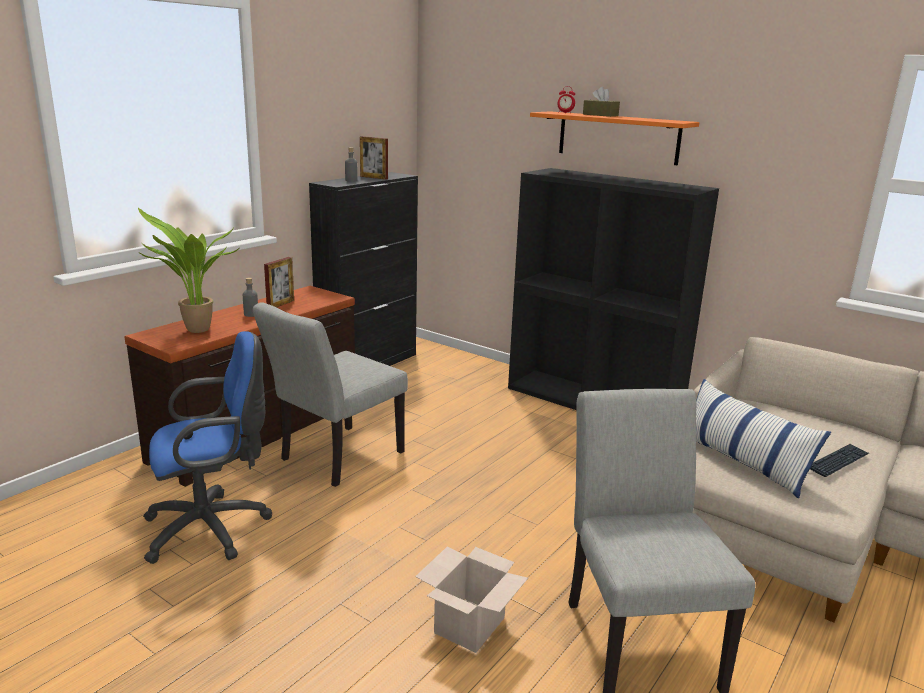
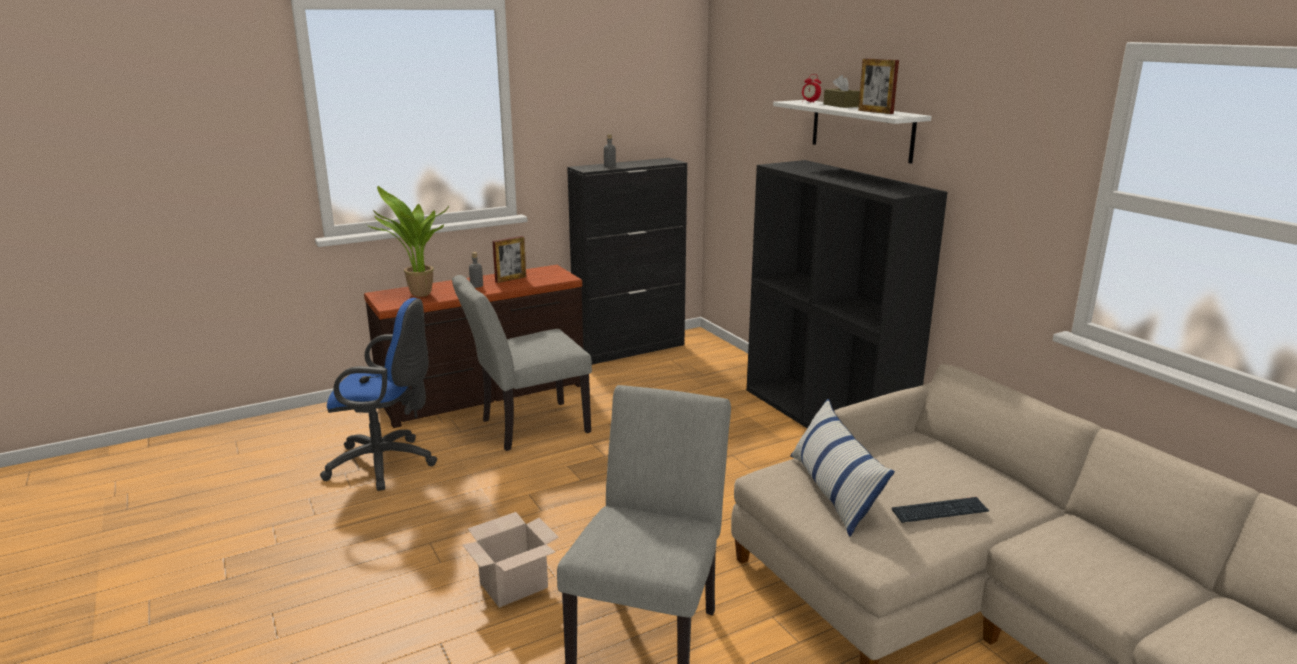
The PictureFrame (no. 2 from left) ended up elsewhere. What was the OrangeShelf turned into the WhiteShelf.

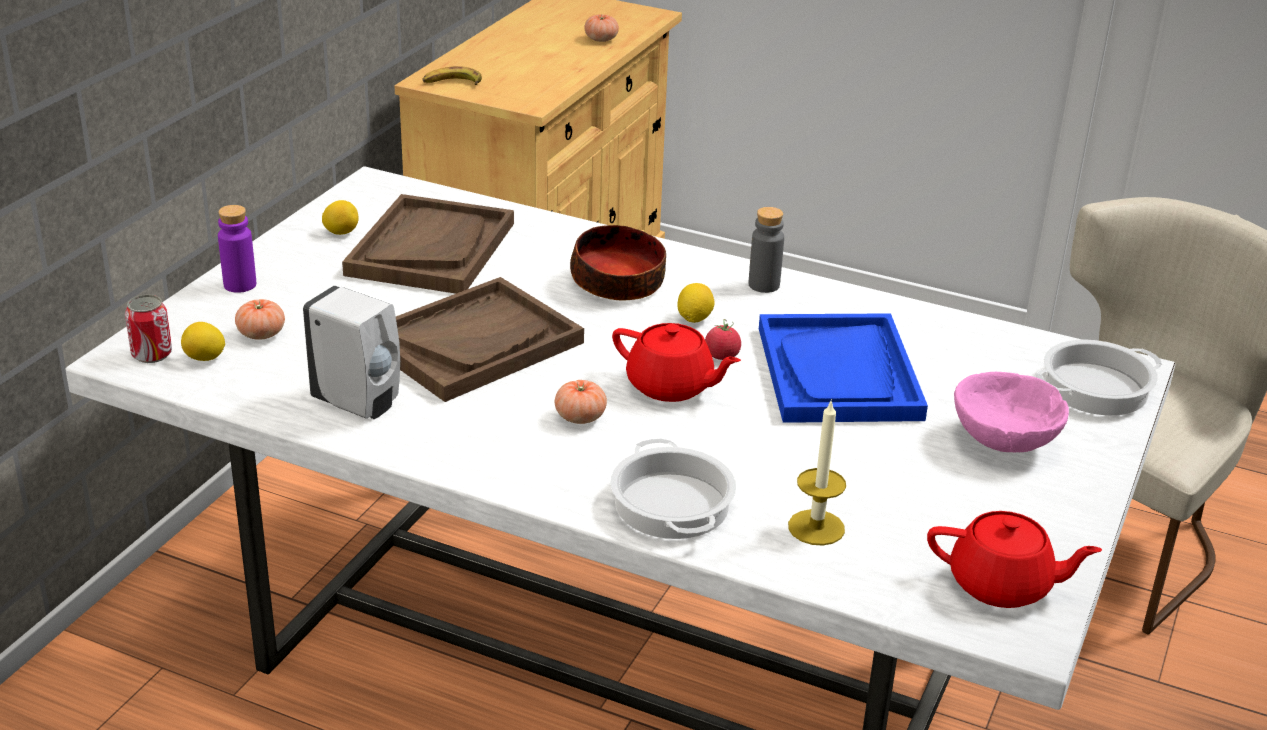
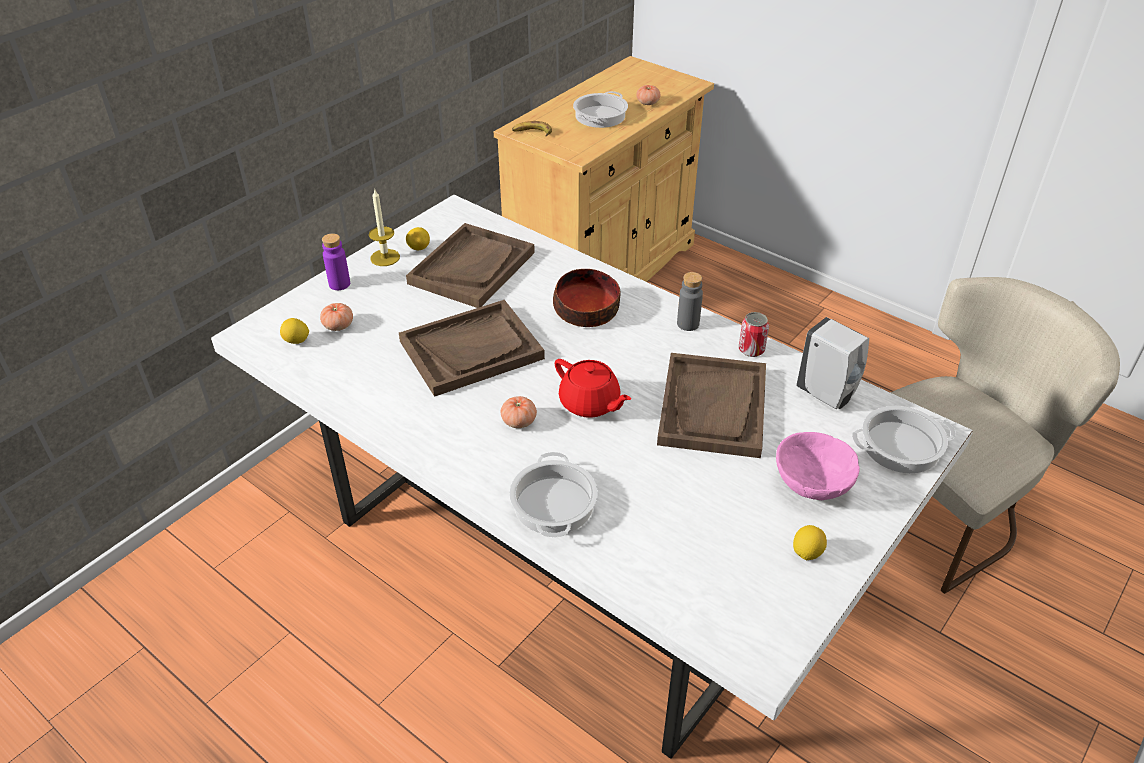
The second view lost the Tomato (no. 4 from left). The second view lost the RedTeapot (no. 2 from left). The second view gained the CookingPot (no. 2 from left). The Can ended up elsewhere. The WhiteSoapDispenser ended up elsewhere. The Lemon (no. 3 from left) ended up elsewhere. The Candle ended up elsewhere. What was the BlueTray turned into the BrownTray (no. 3 from left).

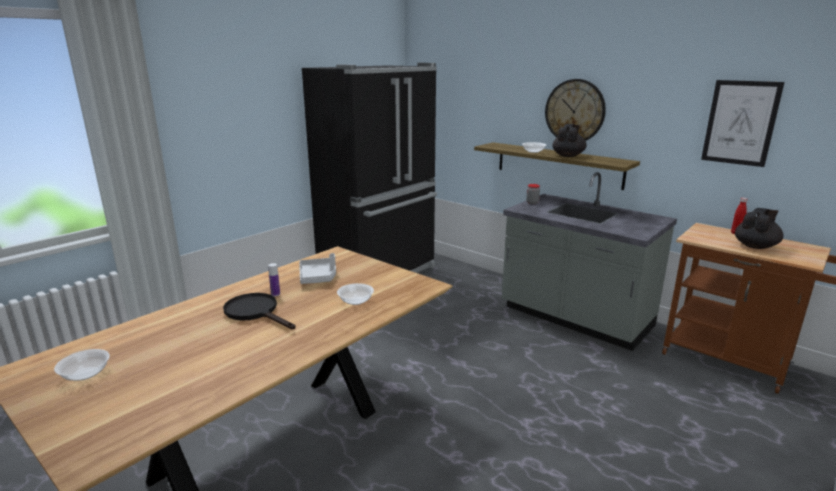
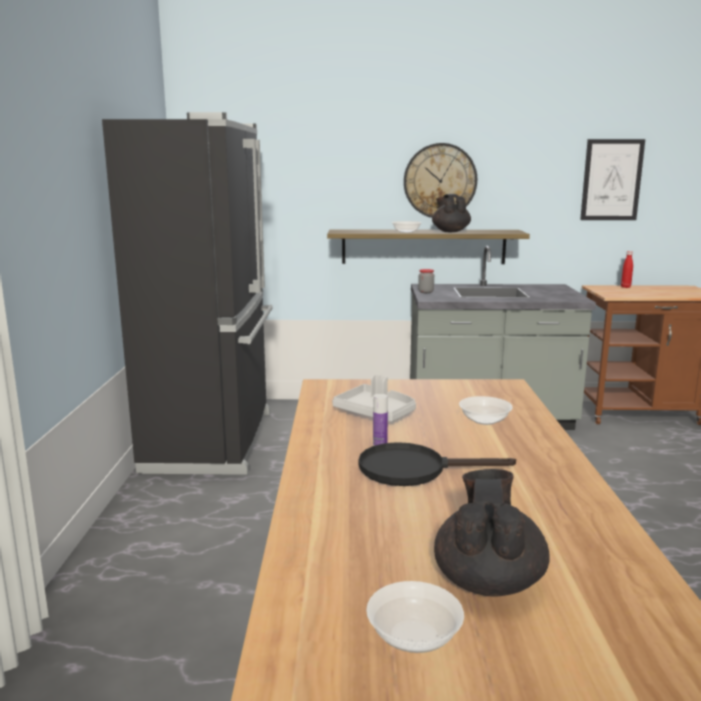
The BlackTeapot (no. 2 from left) ended up elsewhere.

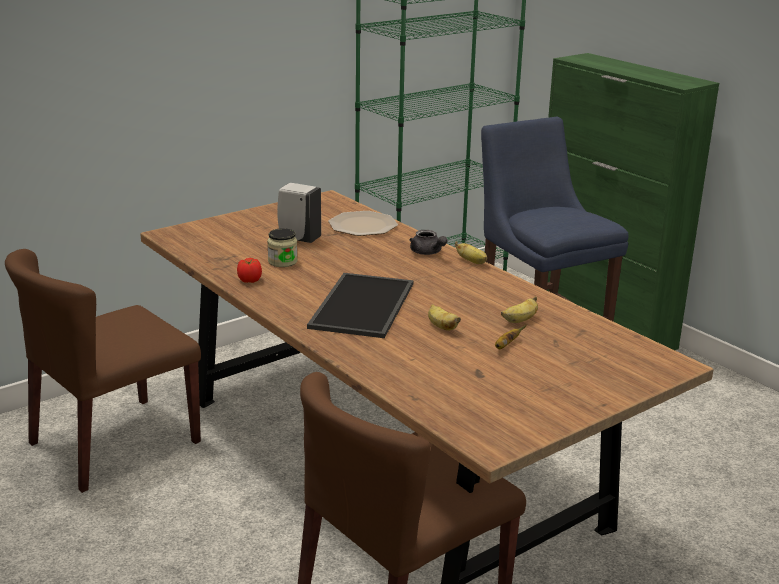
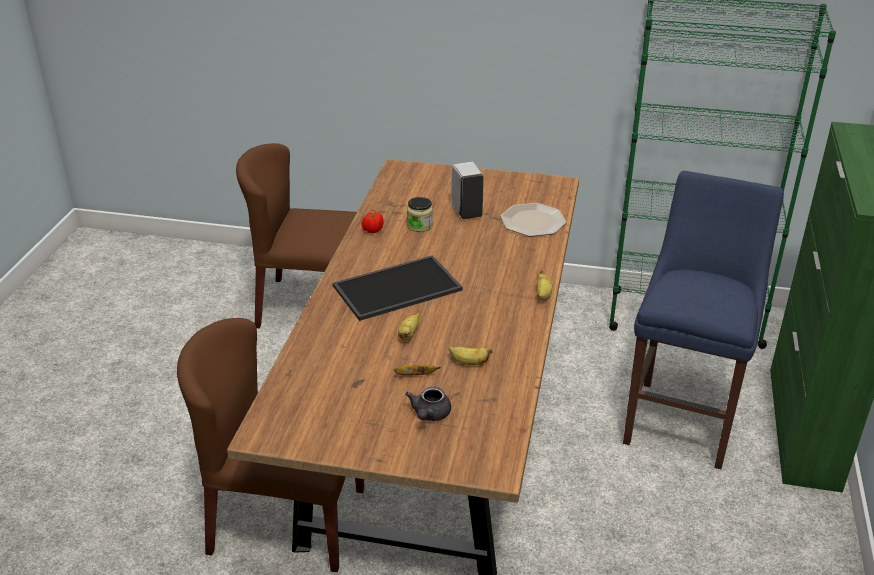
The GreyTeapot ended up elsewhere.

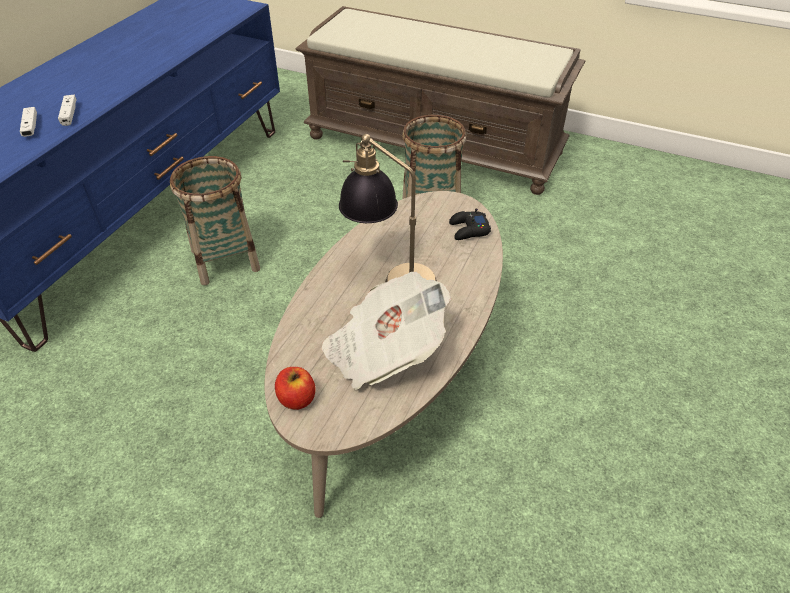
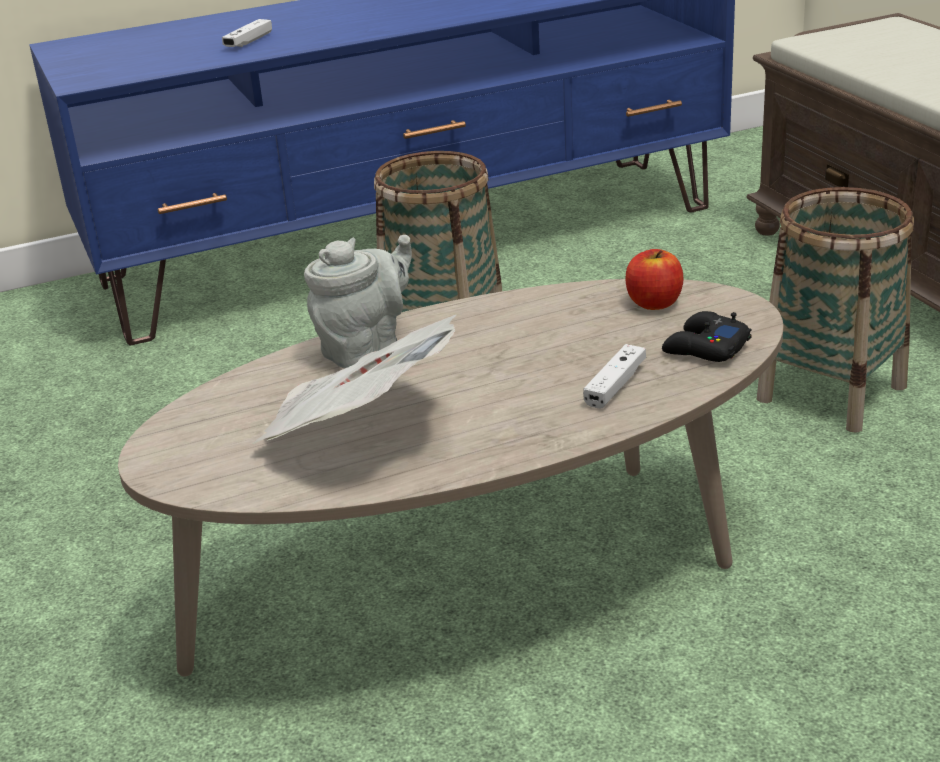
The second view lost the TableLamp. The second view gained the GreyTeapot. The WhiteGameController (no. 2 from left) ended up elsewhere. The Apple ended up elsewhere.

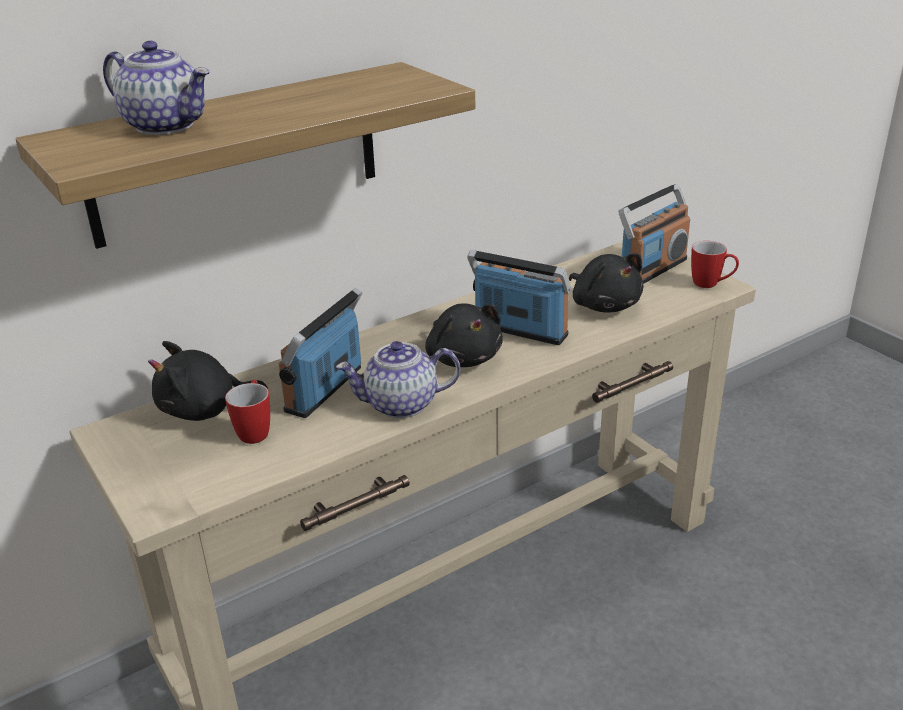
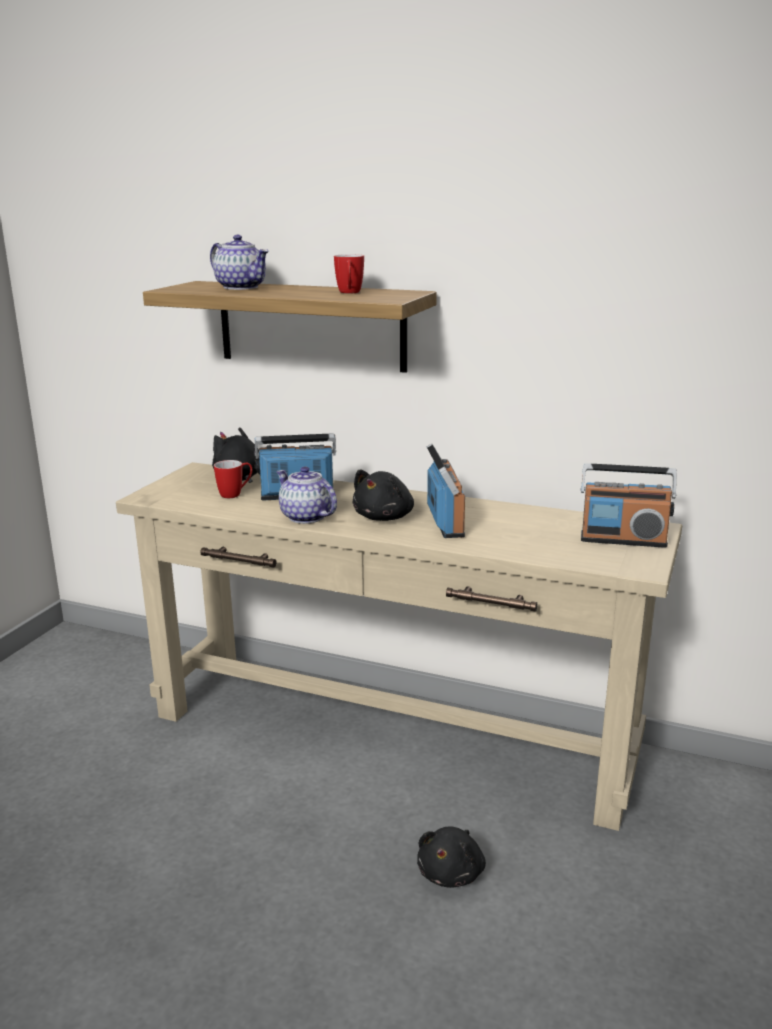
The BlackPlushToy (no. 3 from left) ended up elsewhere. The Mug (no. 2 from left) ended up elsewhere. The Teapot (no. 1 from left) ended up facing another way, 45 degrees counterclockwise from before.

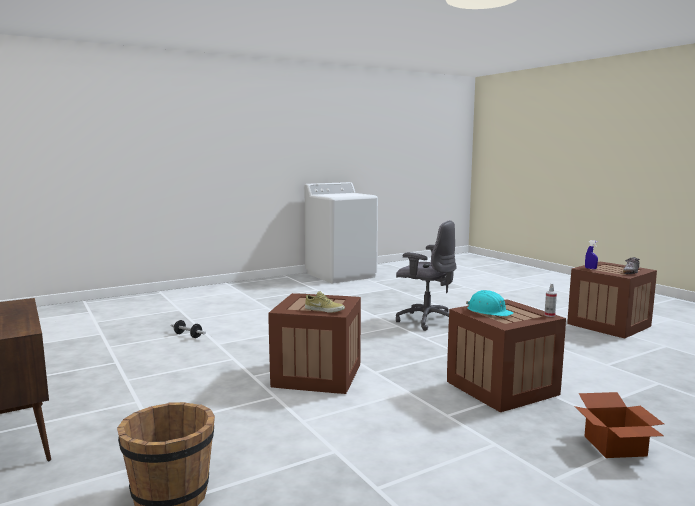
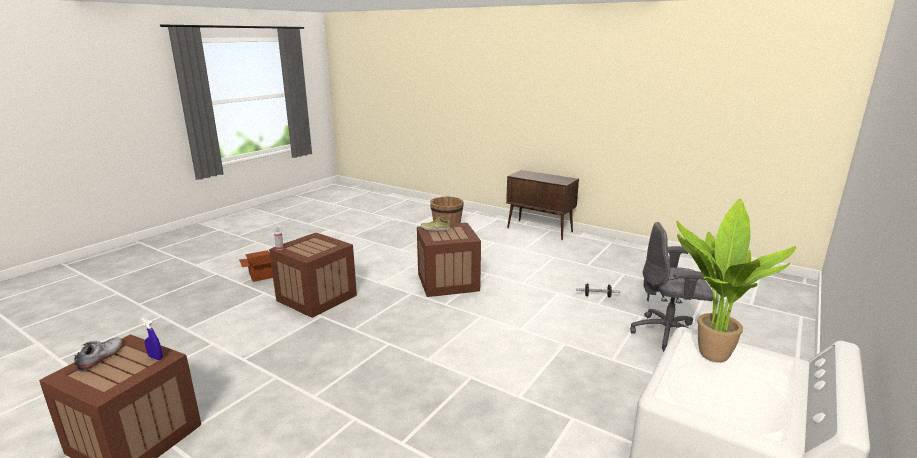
The second view lost the TurquoiseHardHat. The second view gained the PottedPlant. The GreyOfficeChair ended up elsewhere.

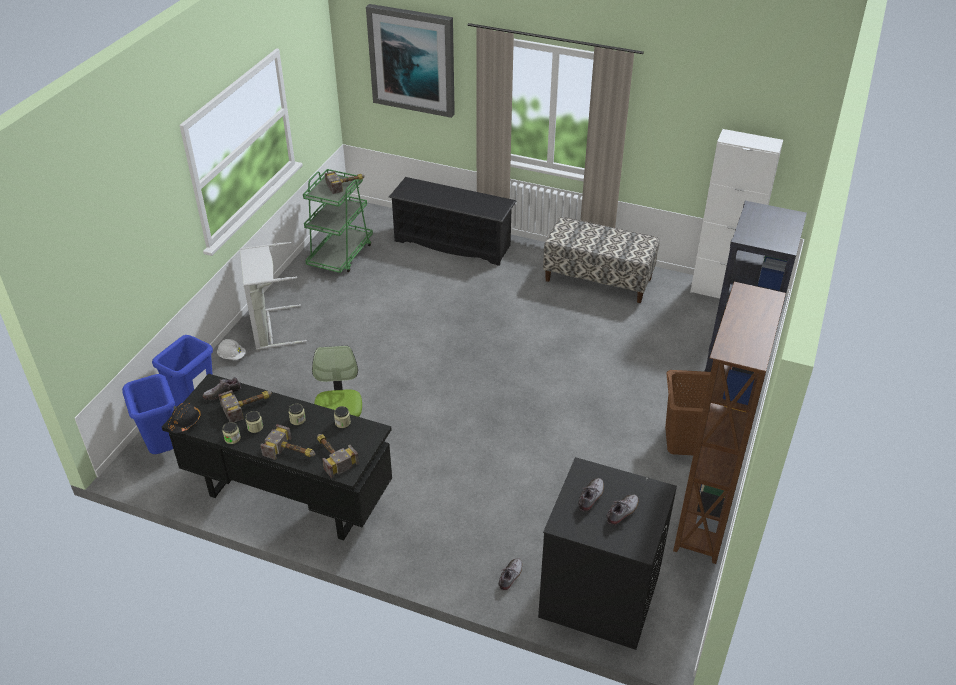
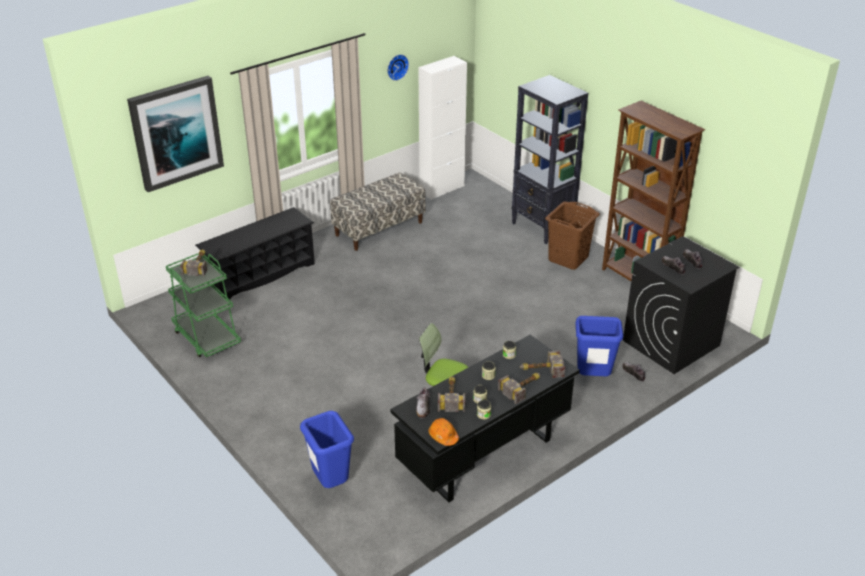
The second view lost the WhiteHardHat. The second view lost the GreyLaundryBasket. The second view gained the WallClock. The BlueTrashCan (no. 1 from left in the first image) ended up elsewhere. What was the BlackHardHat turned into the OrangeHardHat.

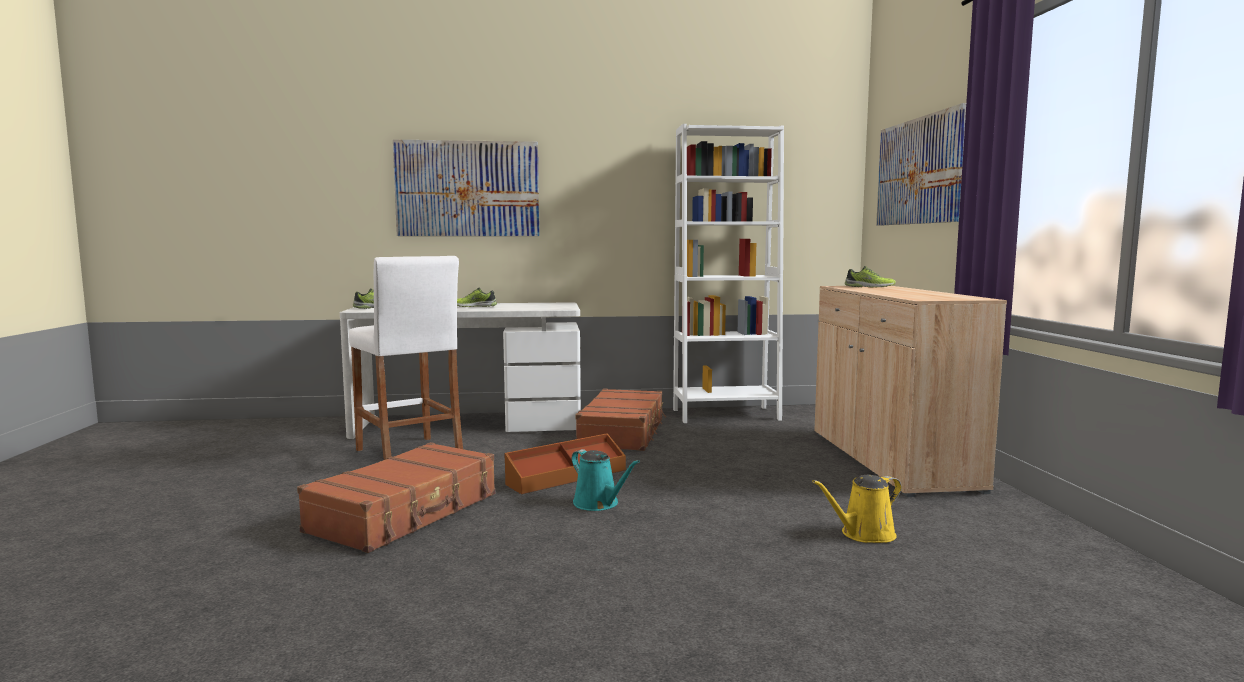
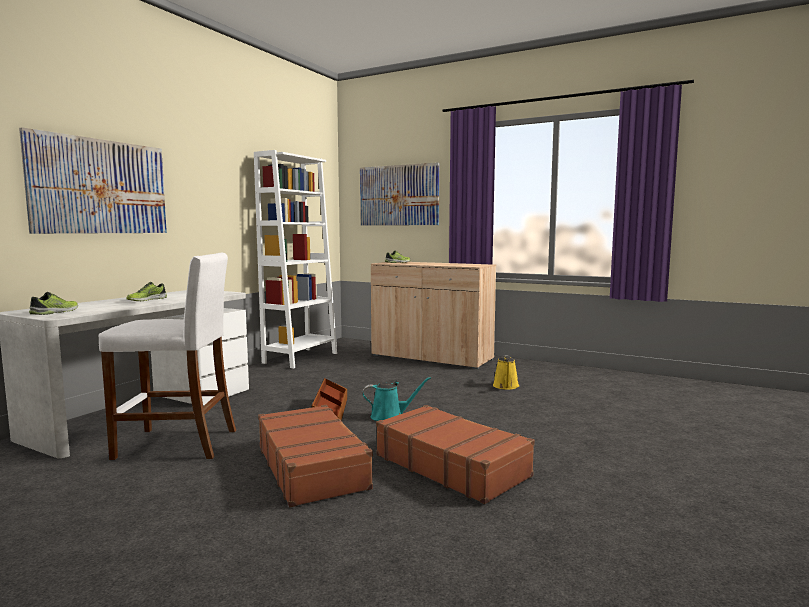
The BrownSuitcase (no. 2 from left) ended up elsewhere.

